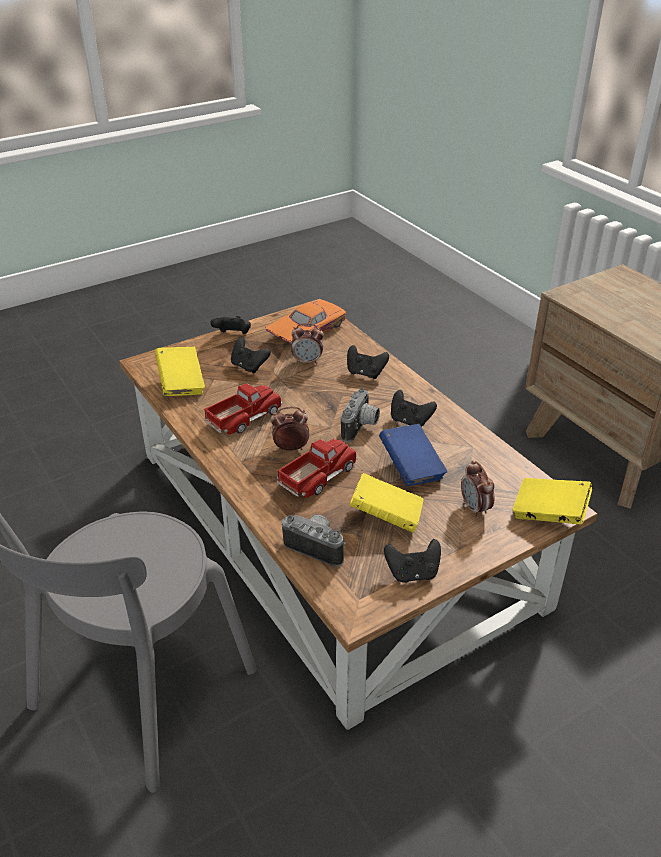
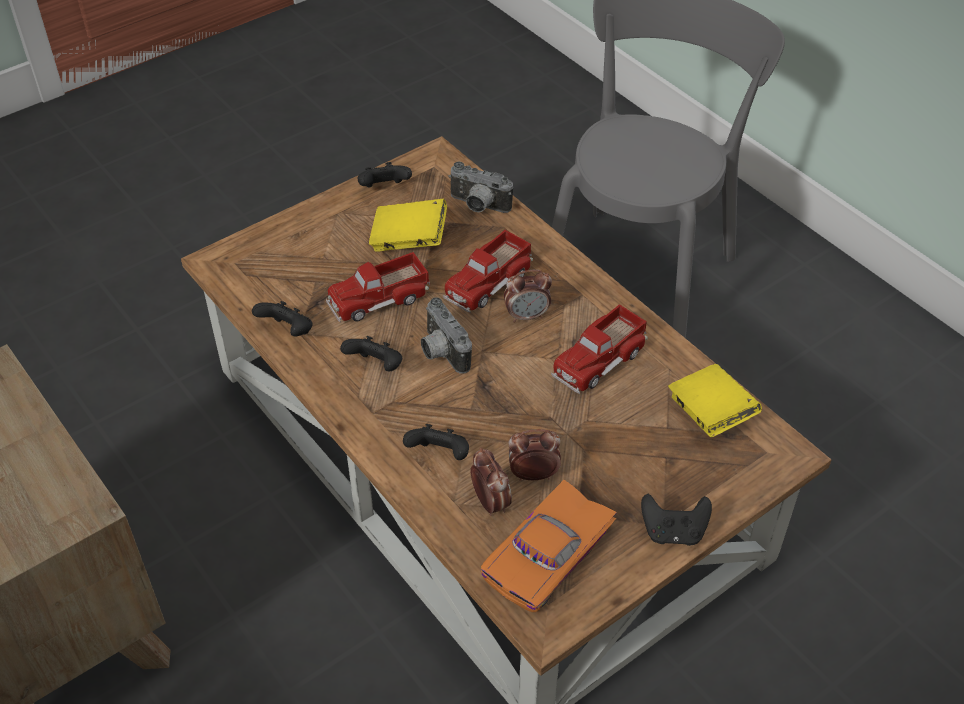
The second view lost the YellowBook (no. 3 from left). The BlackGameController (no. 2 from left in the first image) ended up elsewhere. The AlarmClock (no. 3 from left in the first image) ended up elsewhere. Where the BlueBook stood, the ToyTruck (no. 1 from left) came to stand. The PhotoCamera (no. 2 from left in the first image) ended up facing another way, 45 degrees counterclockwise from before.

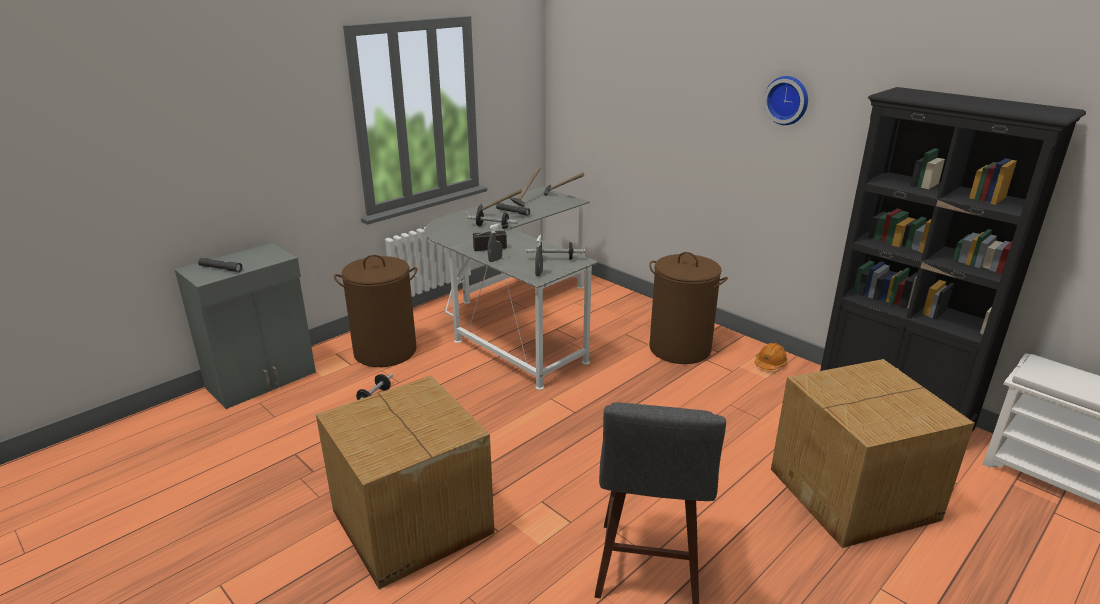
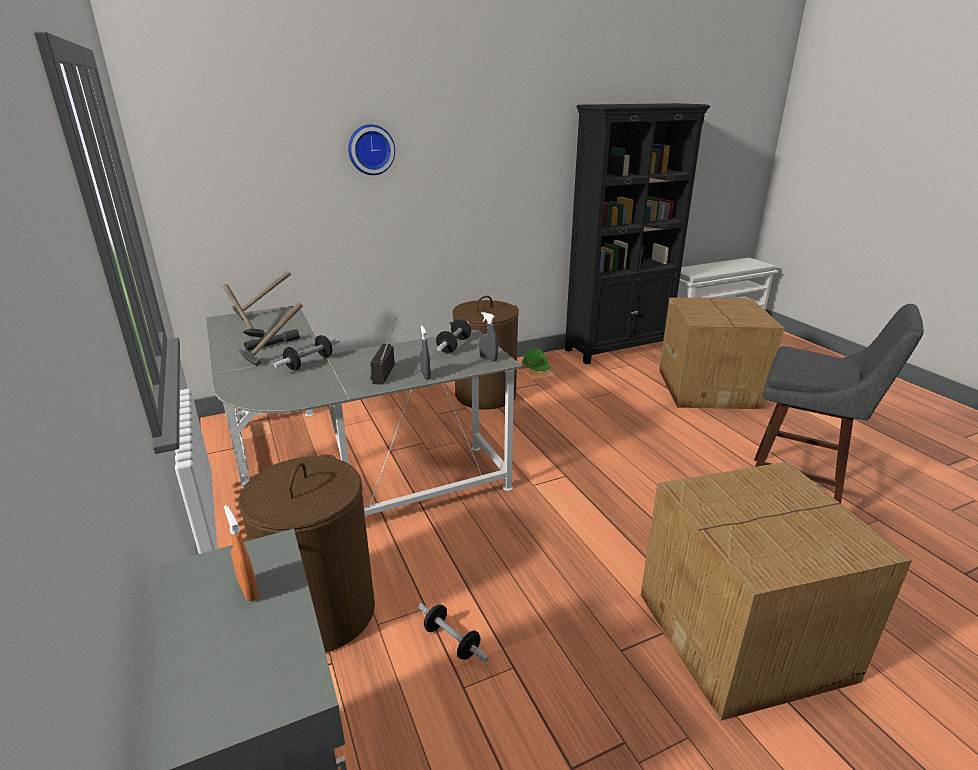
The second view lost the GreyFlashlight (no. 1 from left). The second view gained the OrangeSprayBottle. The WallClock ended up elsewhere. What was the OrangeHardHat turned into the GreenHardHat.

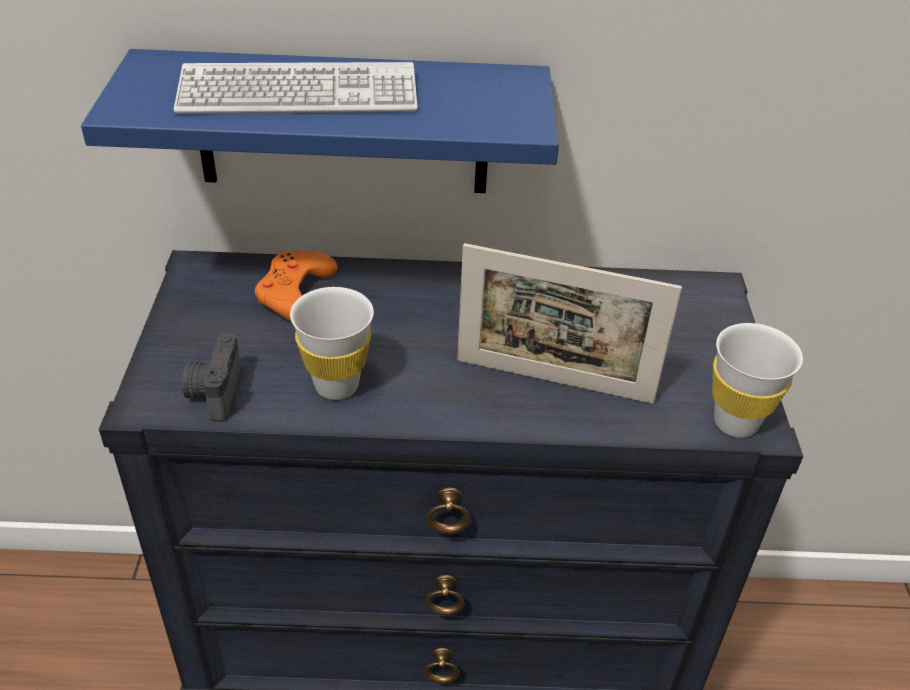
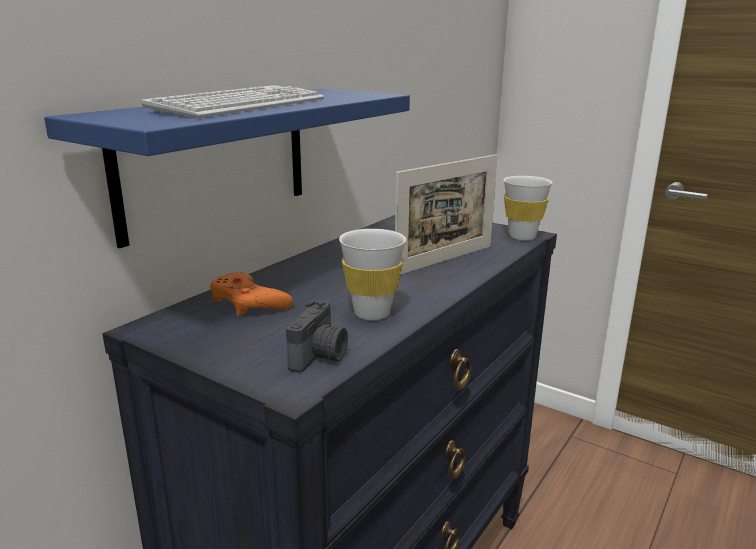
The PhotoCamera ended up facing another way, 105 degrees counterclockwise from before.

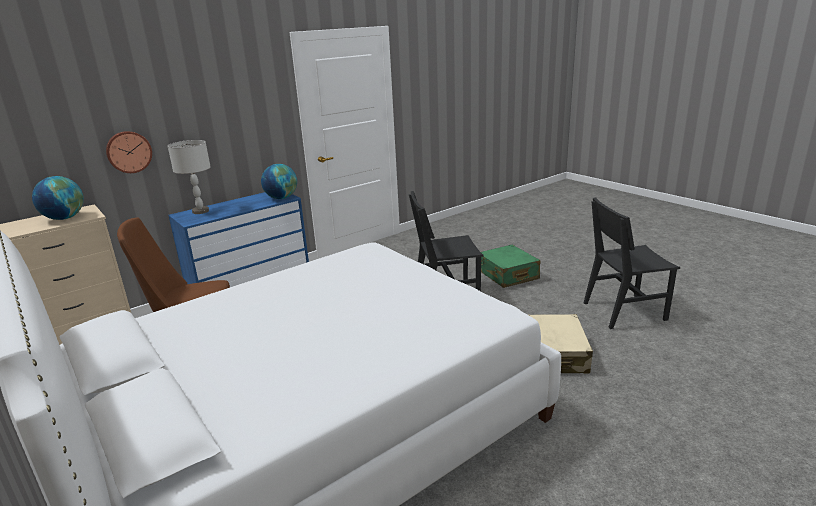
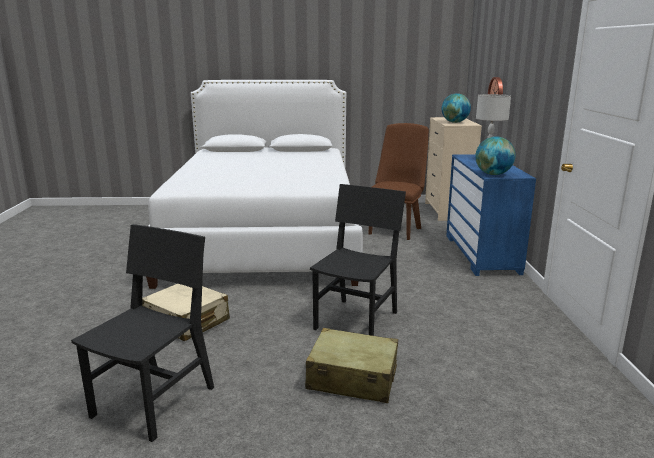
What was the GreenSuitcase turned into the BeigeSuitcase (no. 2 from left).

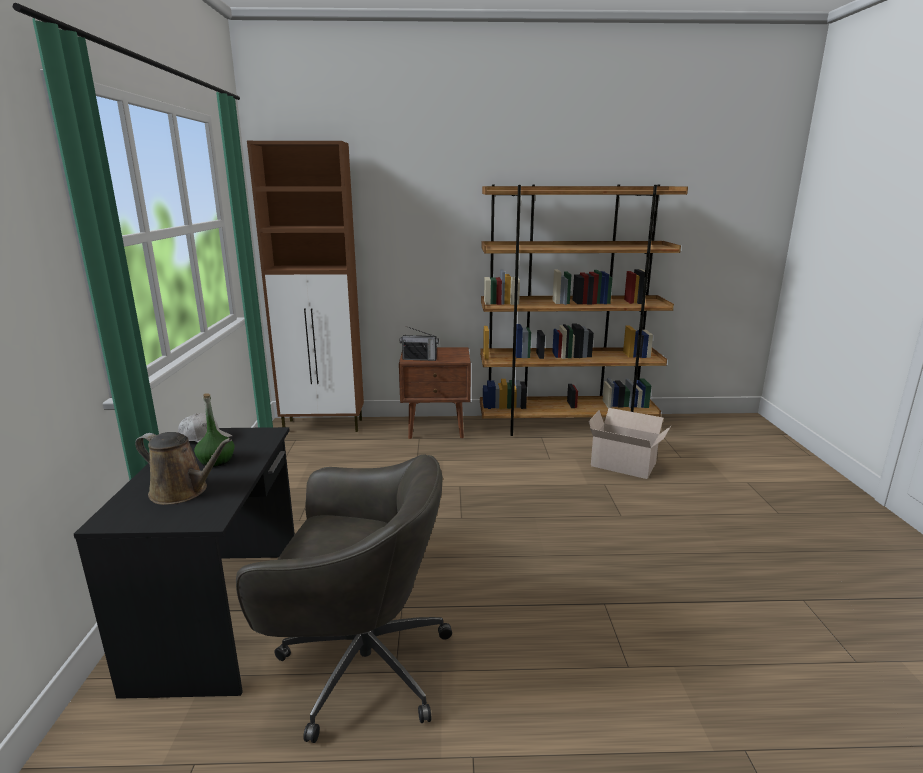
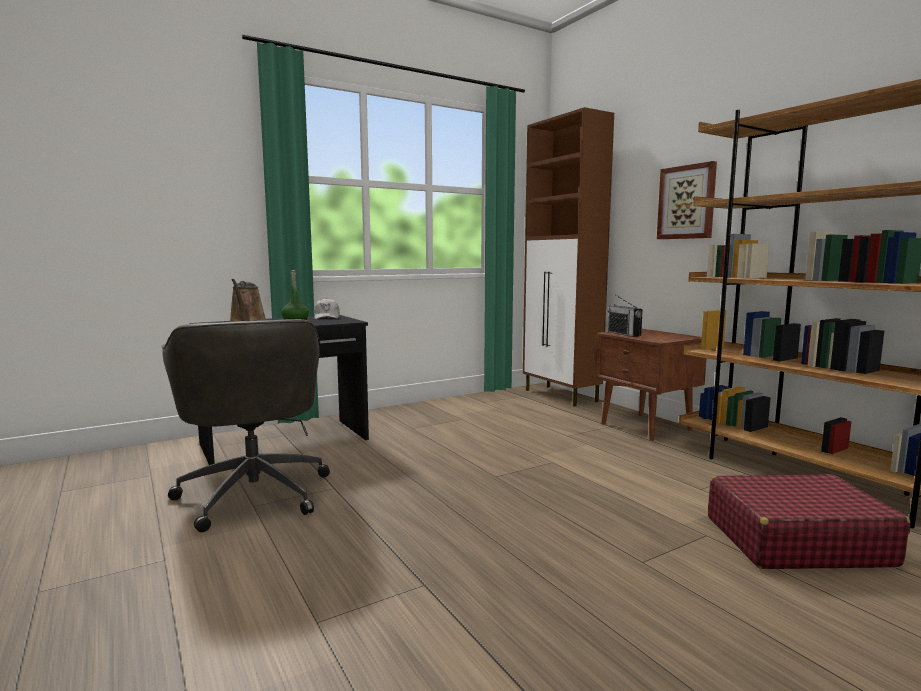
The second view gained the Picture. Where the CardboardBox stood, the RedSuitcase came to stand.

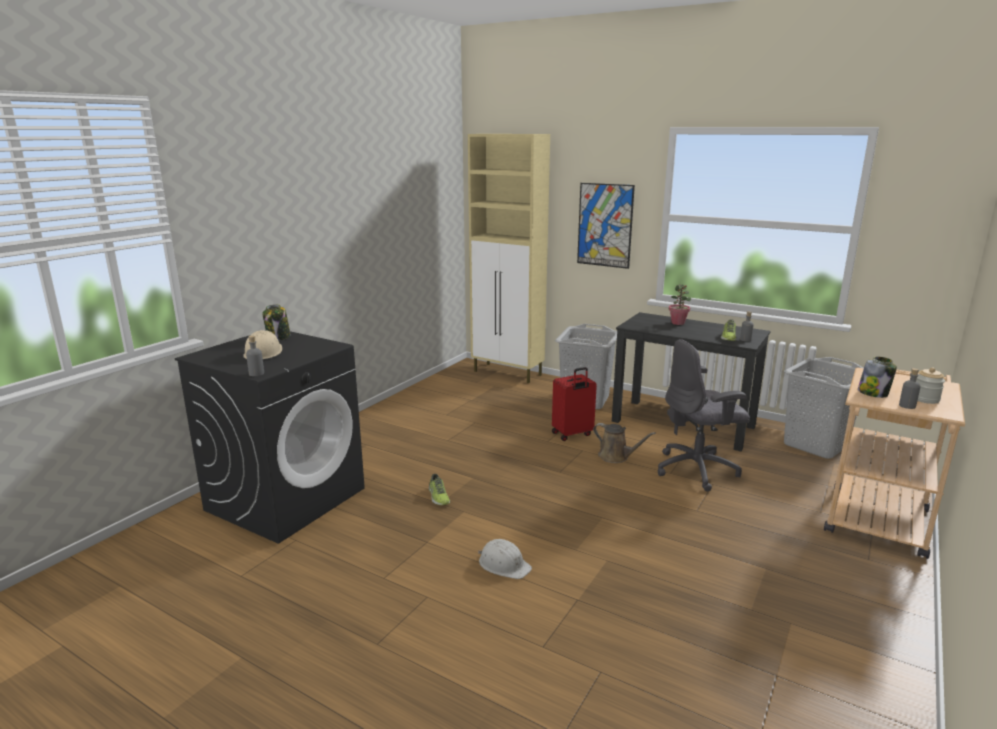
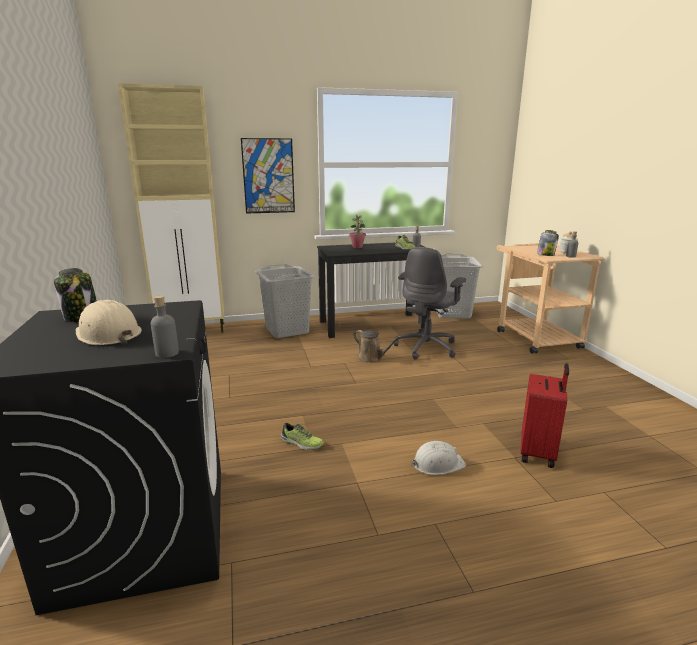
The RedSuitcase ended up elsewhere. The BrownWateringCan ended up facing another way, 45 degrees clockwise from before.

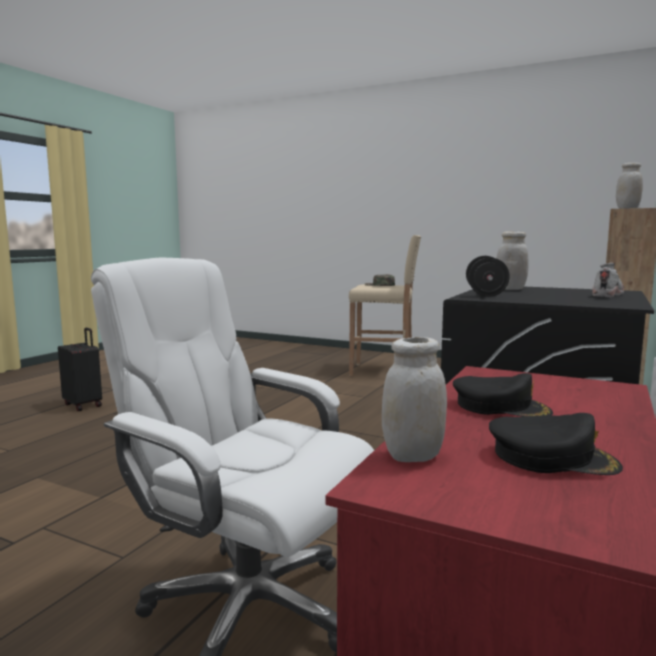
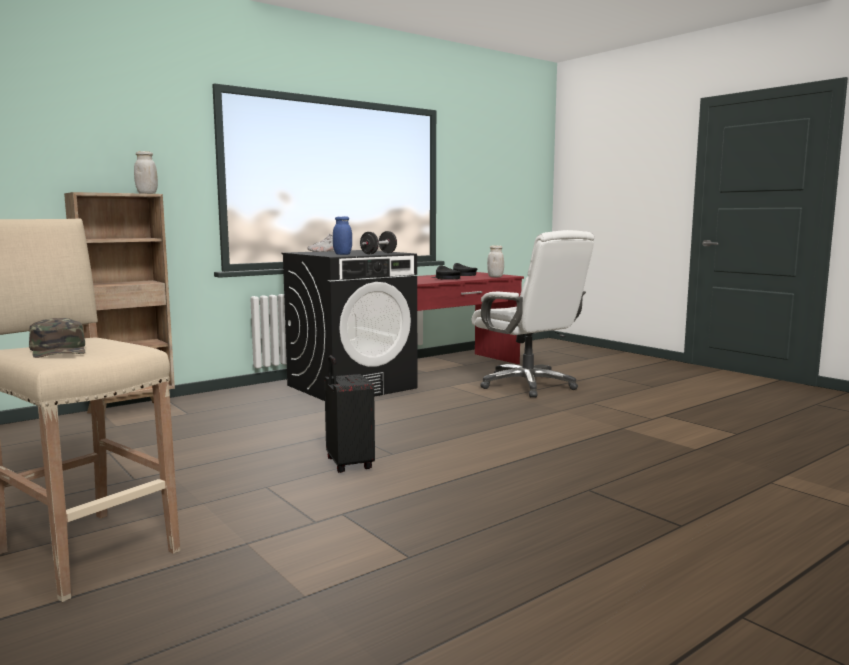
The BlackSuitcase ended up elsewhere. What was the WhiteJar (no. 2 from left) turned into the BlueJar.

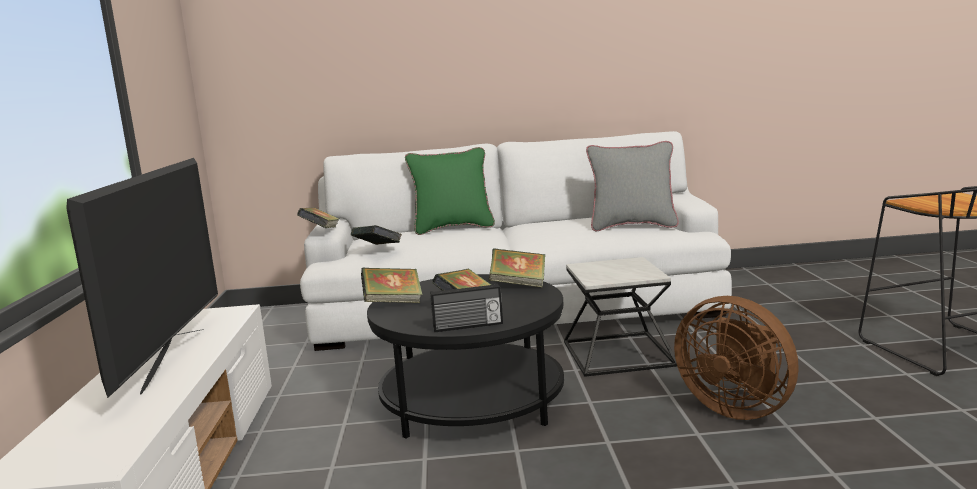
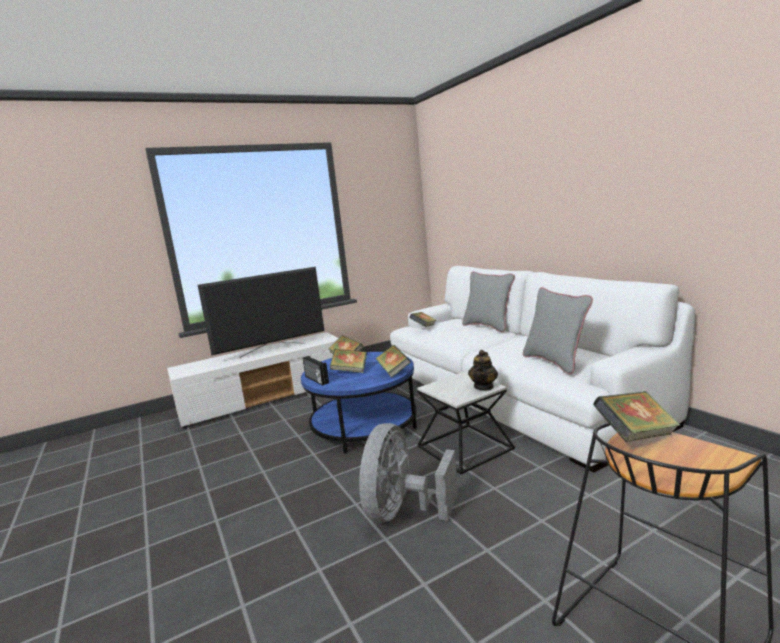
The second view gained the Teapot. The Book (no. 1 from left in the first image) ended up elsewhere. What was the BlackCoffeeTable turned into the BlueCoffeeTable. What was the GreenPillow turned into the GreyPillow (no. 1 from left). What was the BrownFan turned into the GreyFan.

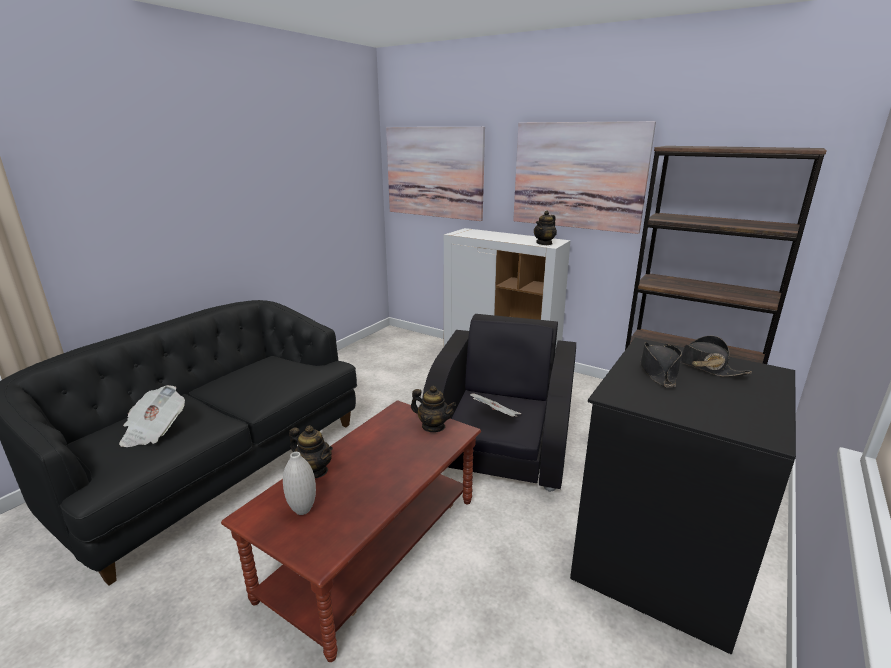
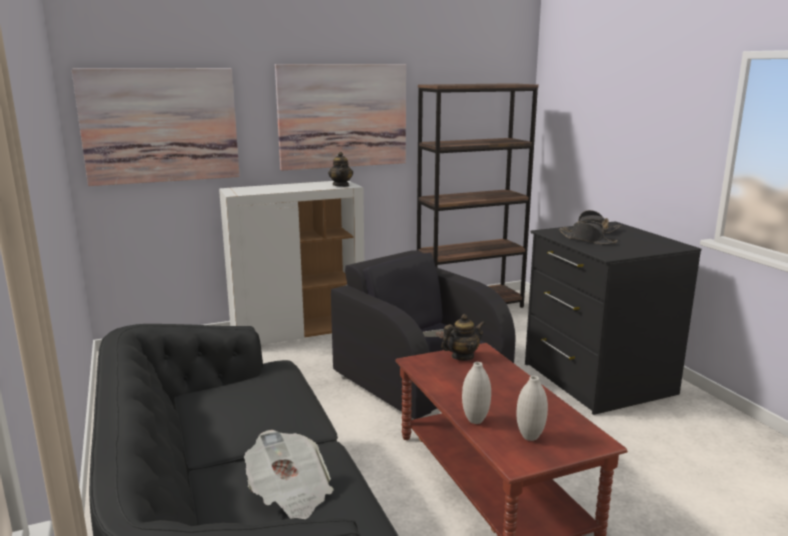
Where the Teapot (no. 1 from left) stood, the WhiteVase (no. 1 from left) came to stand.

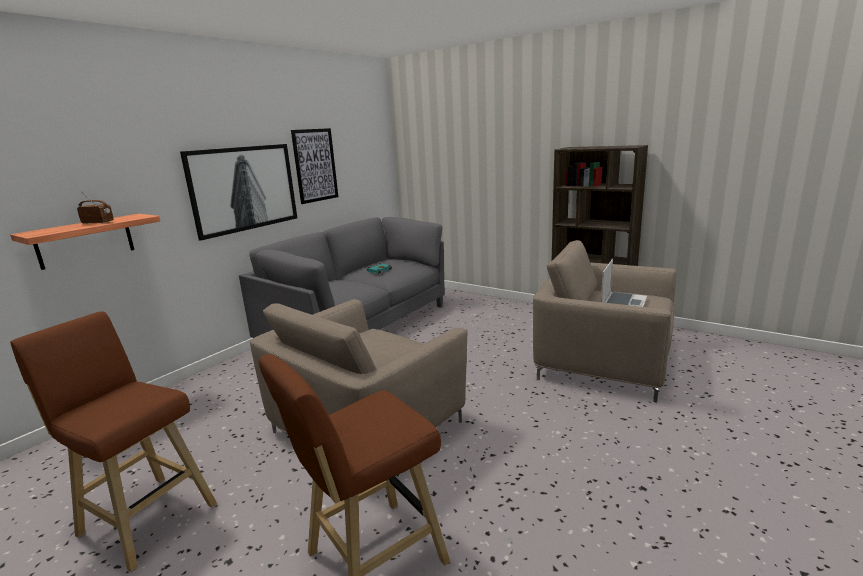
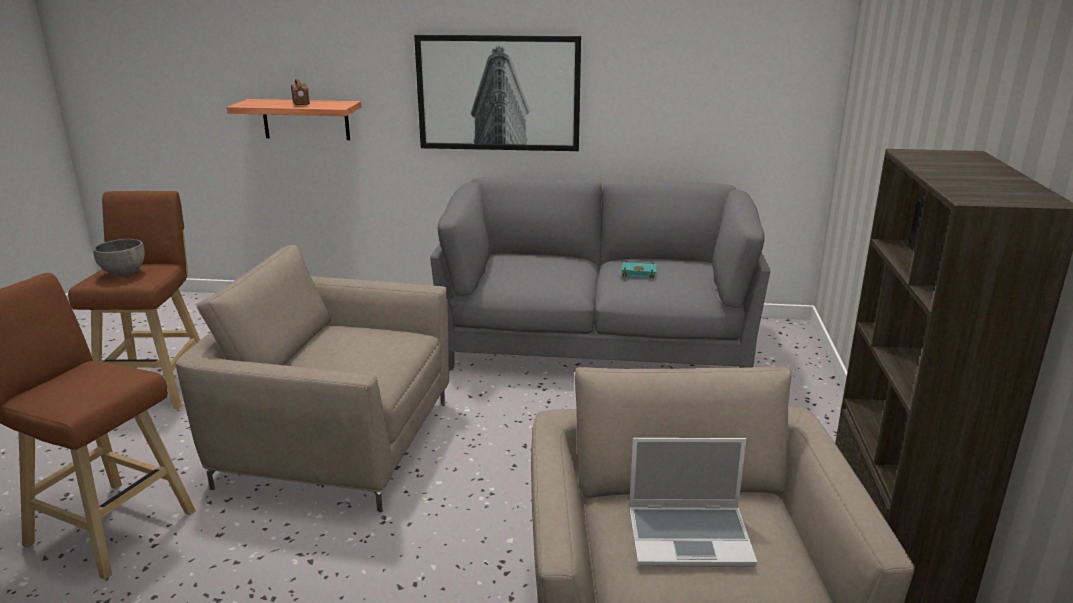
The second view lost the Picture (no. 2 from left). The second view gained the GreyBowl.

